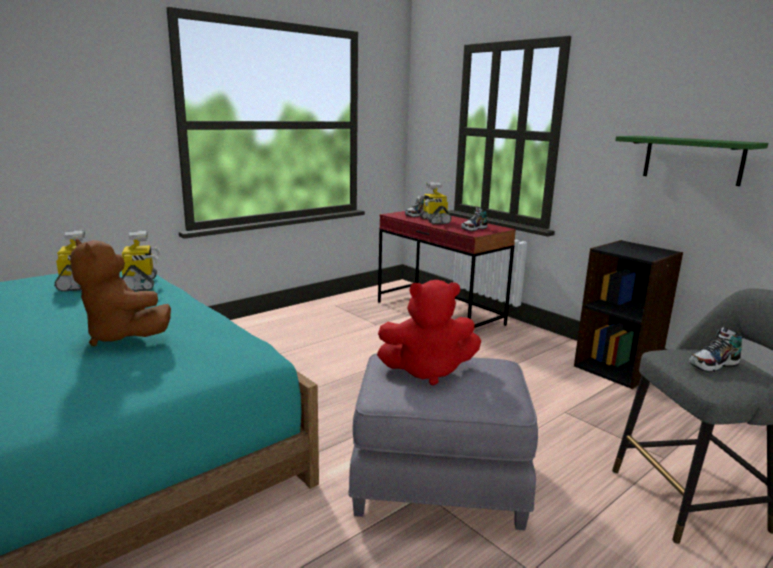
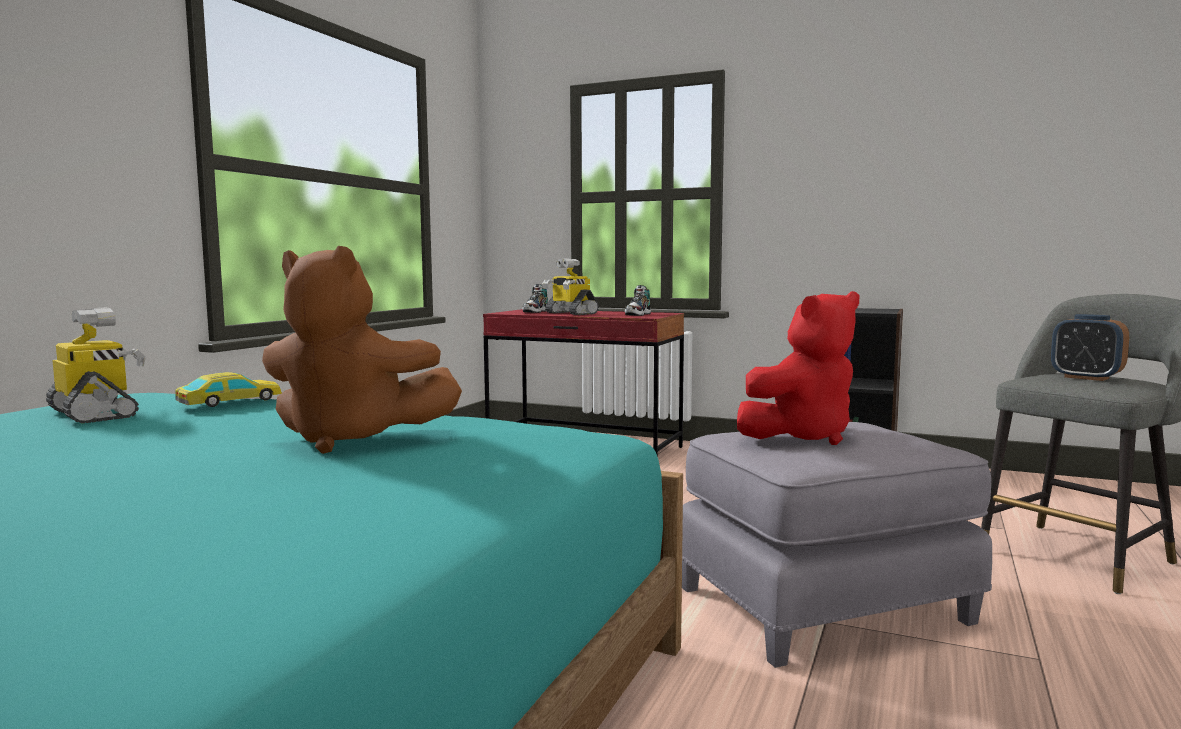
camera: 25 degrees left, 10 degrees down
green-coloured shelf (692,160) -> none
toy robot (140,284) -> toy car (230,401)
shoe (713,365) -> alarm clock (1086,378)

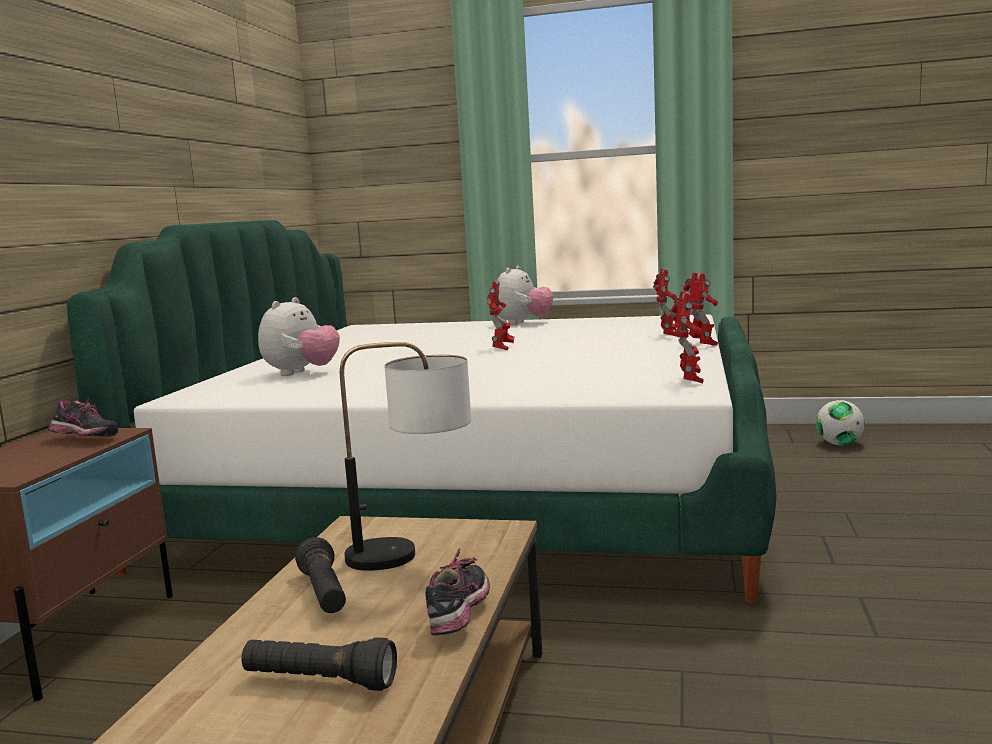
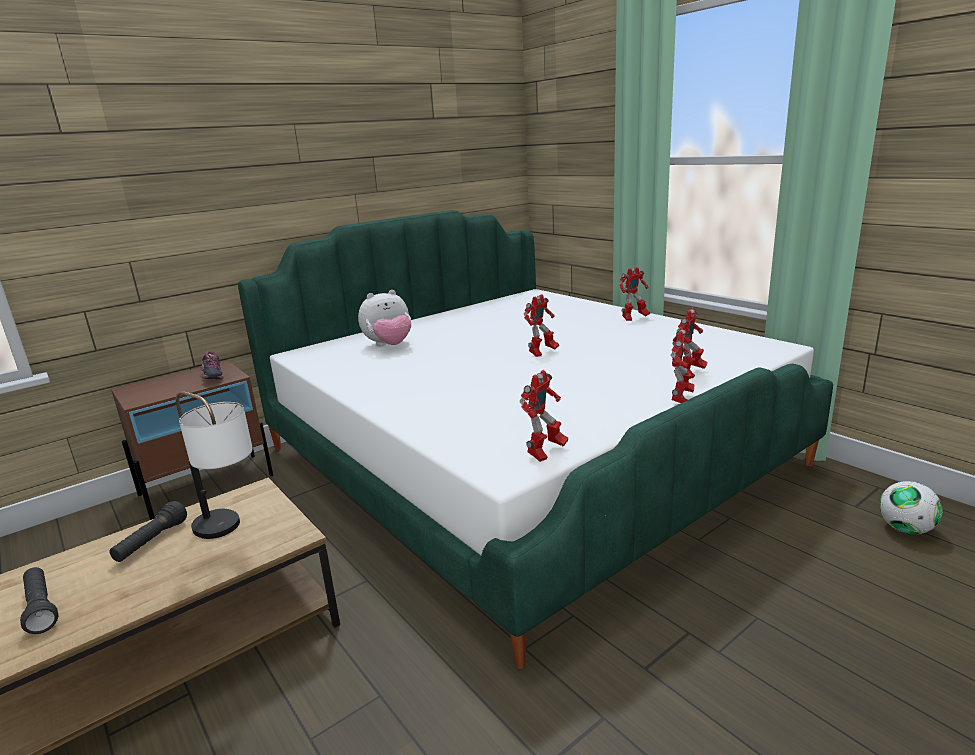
camera: 40 degrees right, 10 degrees up
plush toy (523,323) -> toy robot (634,318)
shoe (460,617) -> none

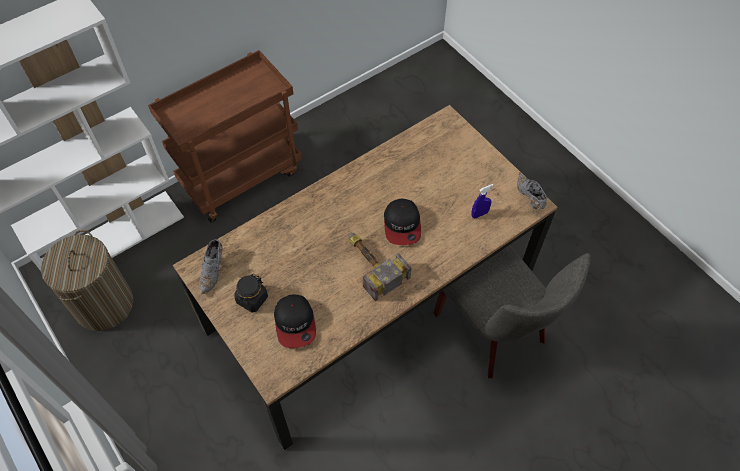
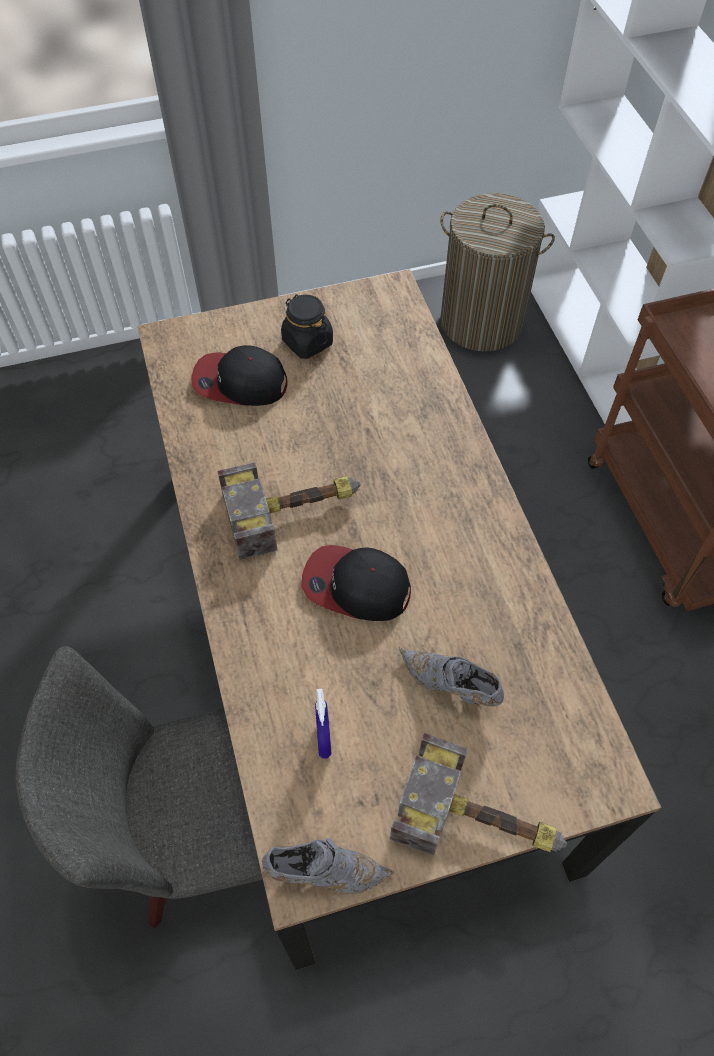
camera: 110 degrees right, 0 degrees up
grey shoe (213,271) -> grey shoe (451,686), relocated
none -> tool hammer (482,821)

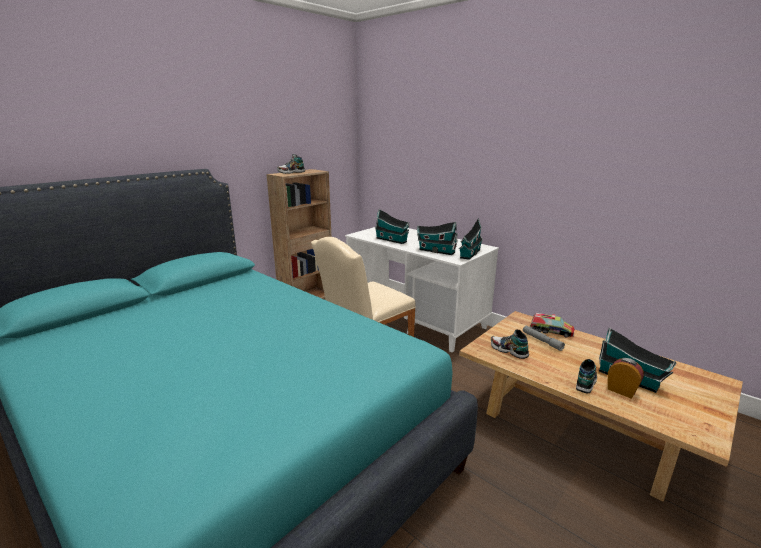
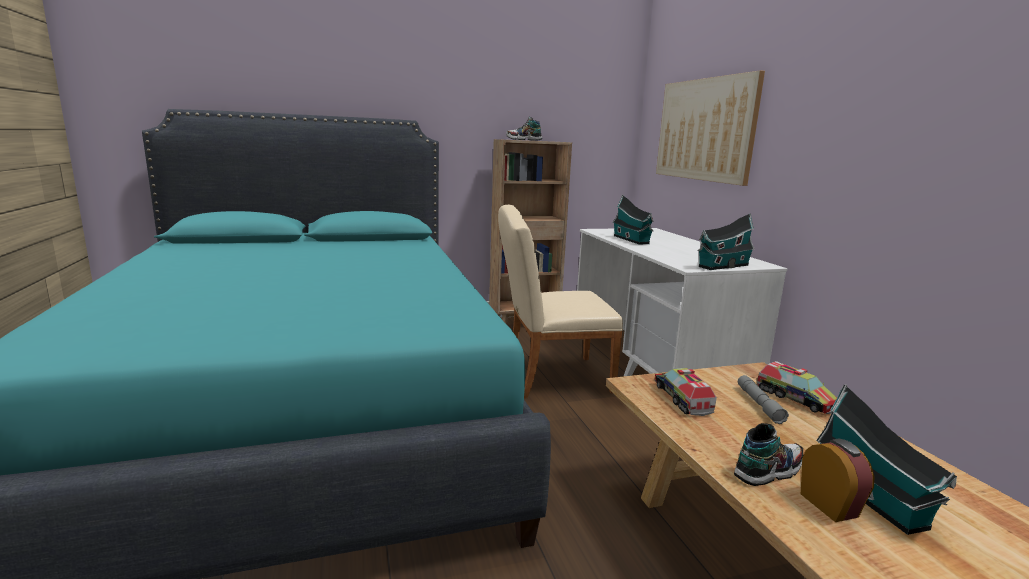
camera: 30 degrees right, 5 degrees down
model house (435,251) -> none
shoe (508,351) -> model truck (682,398)
none -> wall art (704,130)

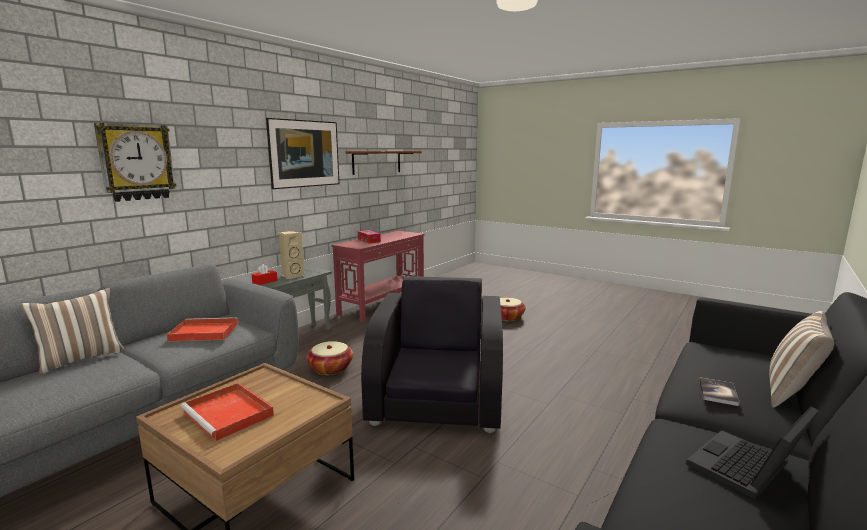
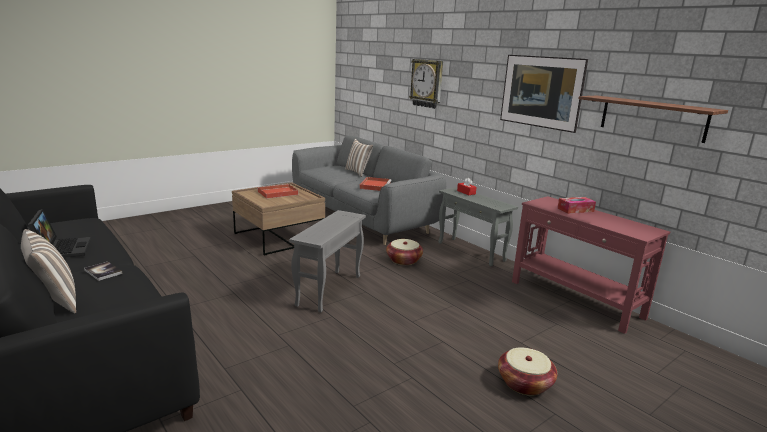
camera: 105 degrees right, 5 degrees up
sand-coloured audio speaker (292,276) -> none
black lounge chair (438,397) -> grey side table (329,290)

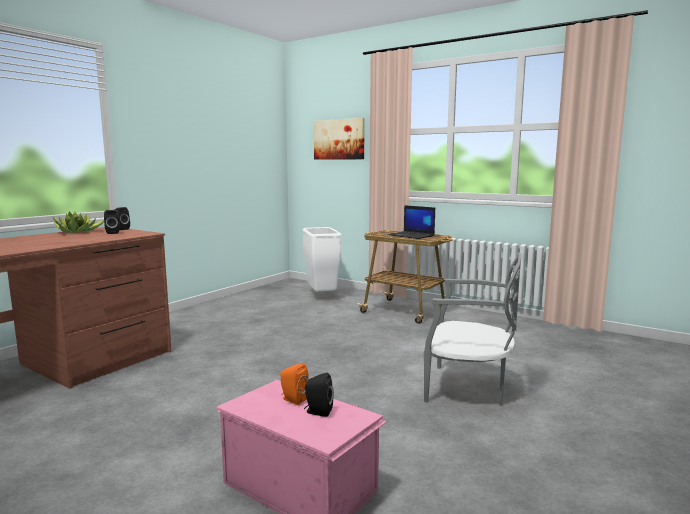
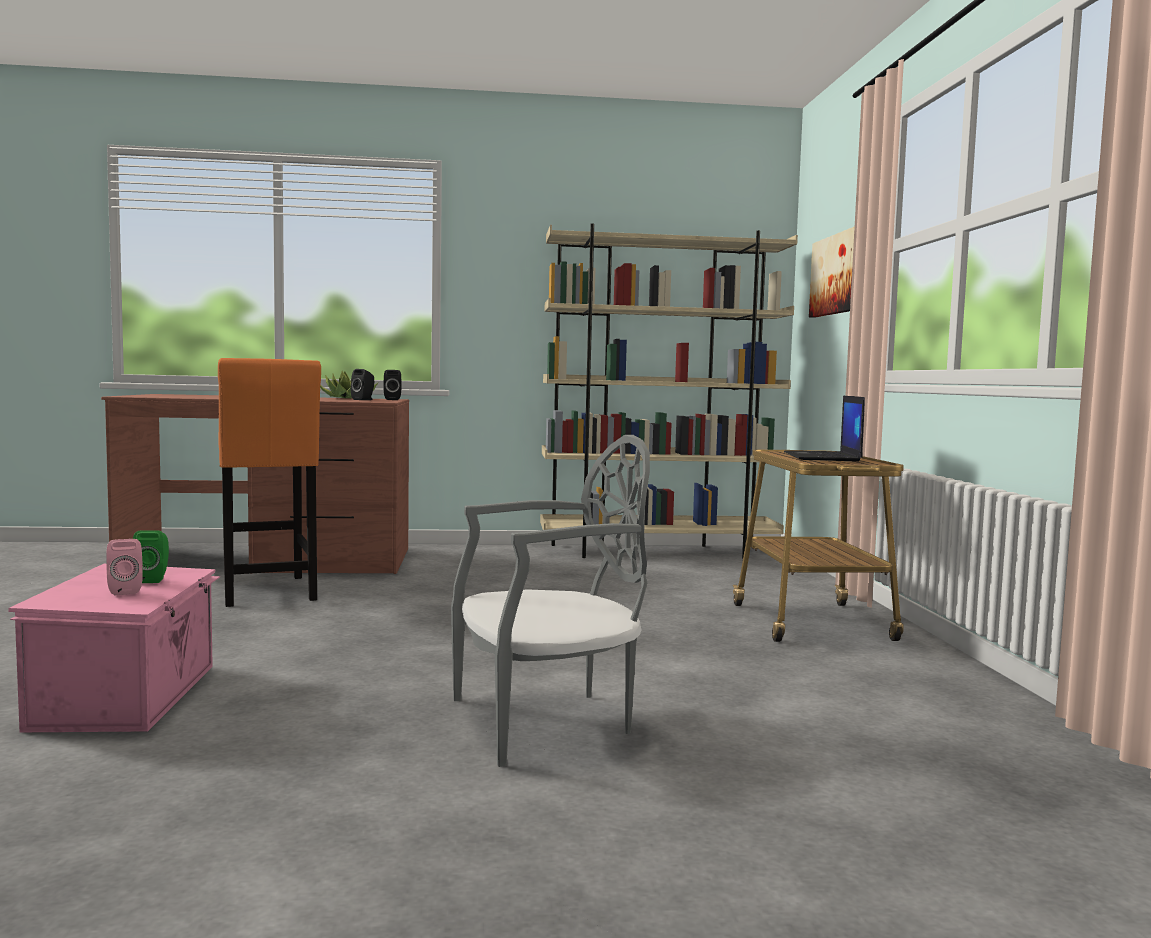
camera: 50 degrees right, 5 degrees down
white trash can (322,296) -> none
grey upright chair (467,388) -> grey upright chair (547,721), 90 degrees counterclockwise
orangey audio speaker (293,399) -> green-coloured audio speaker (153,579)
black audio speaker (317,412) -> pink-coloured audio speaker (125,591)
none -> sand-coloured bookcase (659,551)
none -> orangey stool (268,592)

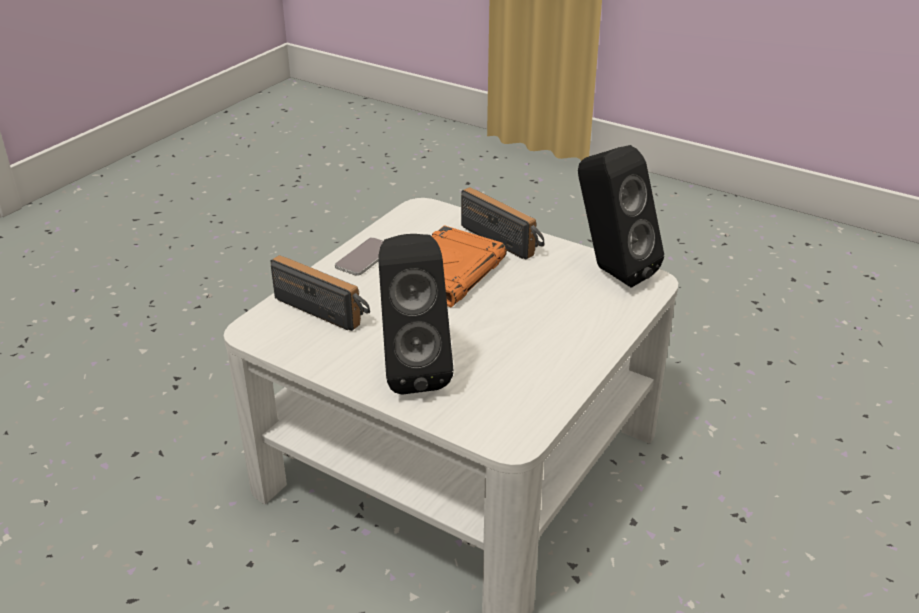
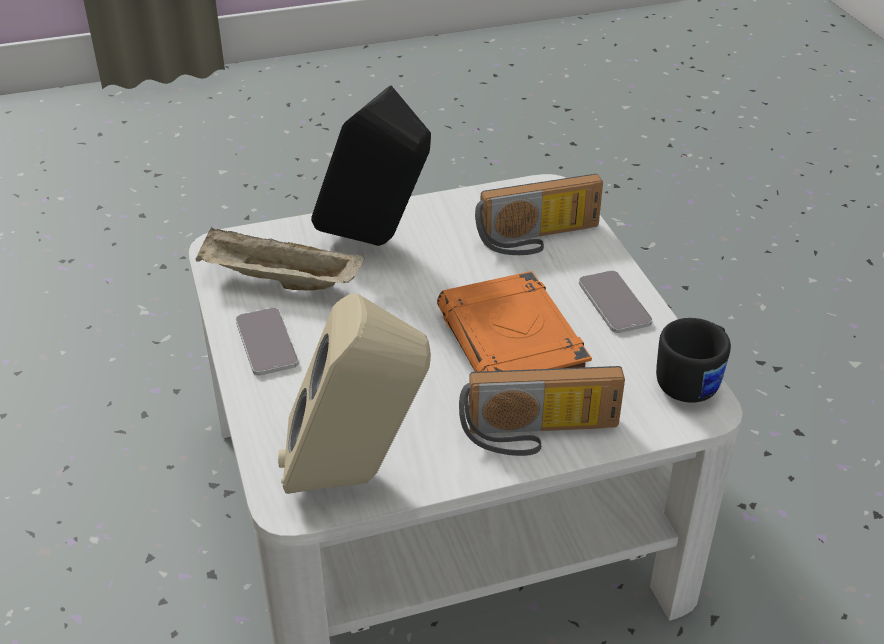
camera: 130 degrees right, 5 degrees up
black audio speaker (610,271) -> sand-coloured audio speaker (357,478)
none -> sand-coloured tray (278,282)
none -> handset (266,342)
none -> black mug (693,381)

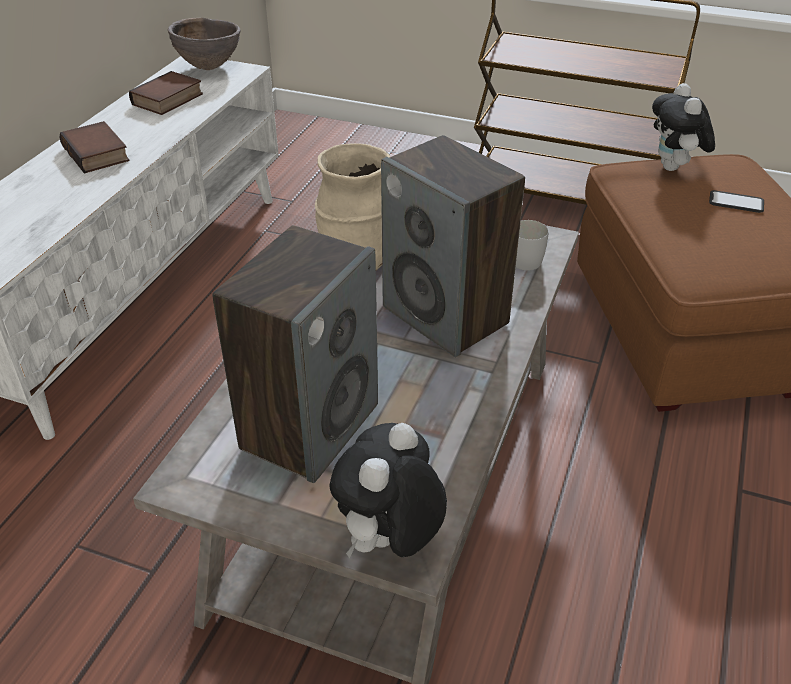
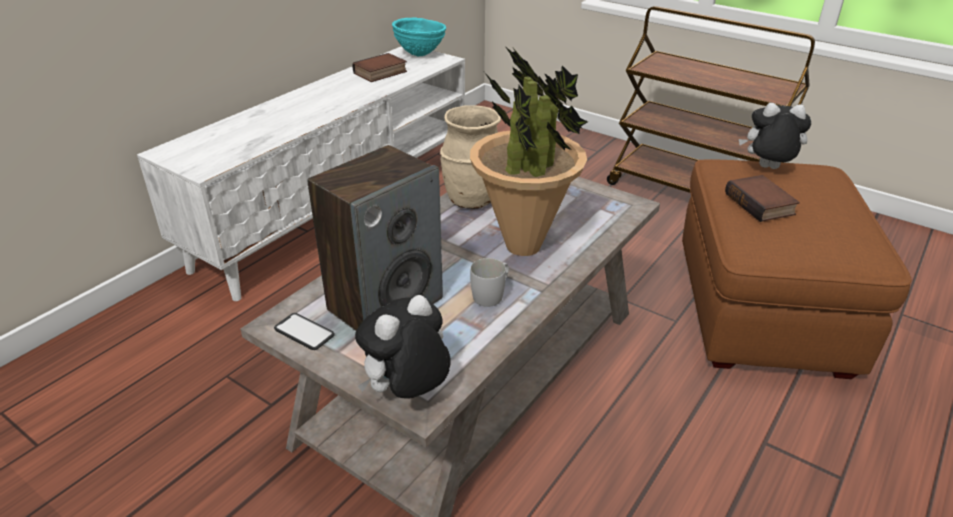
camera: 15 degrees right, 5 degrees down
brownish serving bowl (209,67) -> turquoise-coloured serving bowl (420,54)
plush toy (674,168) -> plush toy (767,168), 90 degrees clockwise
book (98,154) -> book (761,204), relocated
audio speaker (446,316) -> houseplant (524,246)
handset (736,202) -> handset (304,332), relocated
white mug (528,258) -> white mug (492,294), relocated

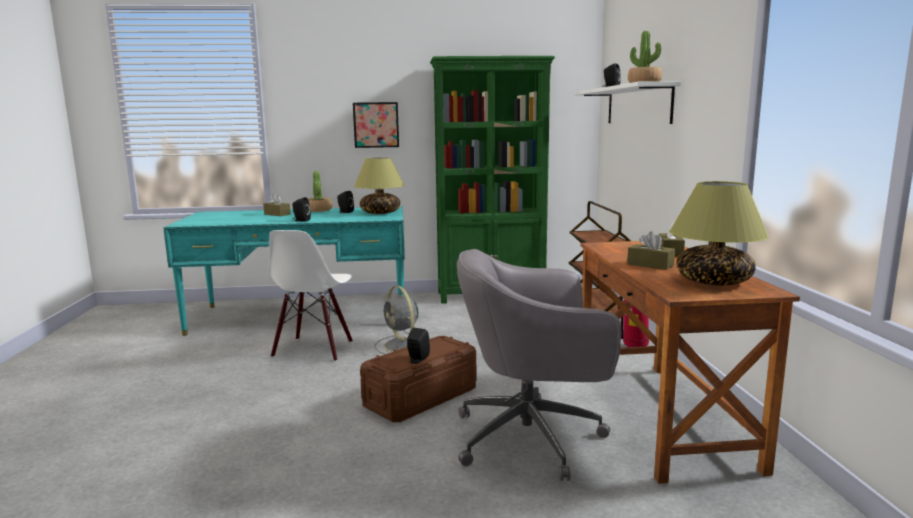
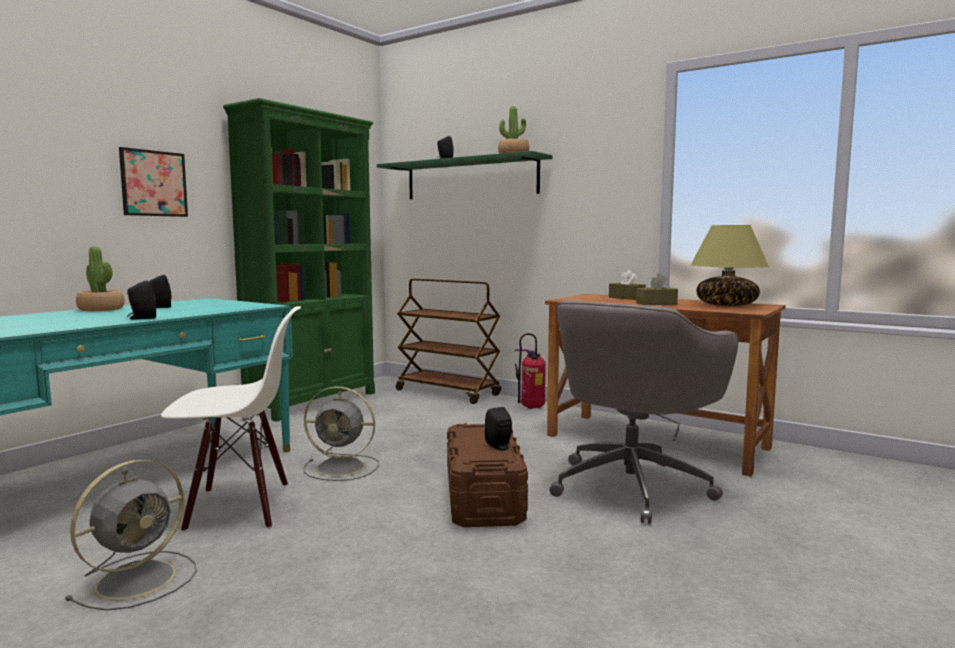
camera: 50 degrees left, 5 degrees down
white shelf (637,105) -> green-coloured shelf (470,179)
lamp for a table (380,213) -> none
brownish tissue box (277,214) -> none
white upright chair (314,349) -> white upright chair (239,507), 60 degrees counterclockwise
none -> grey electric fan (139,579)

